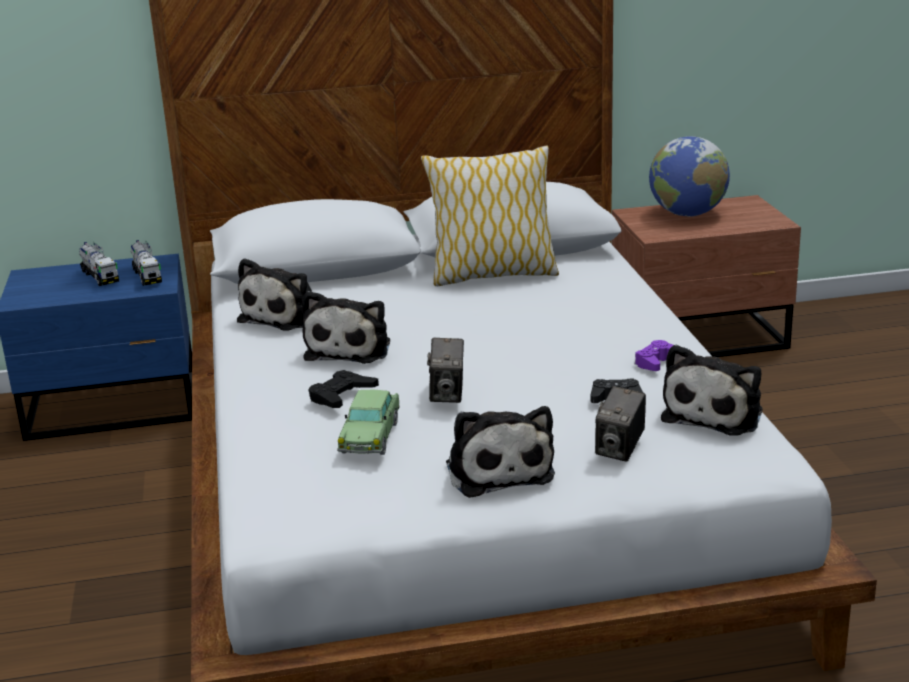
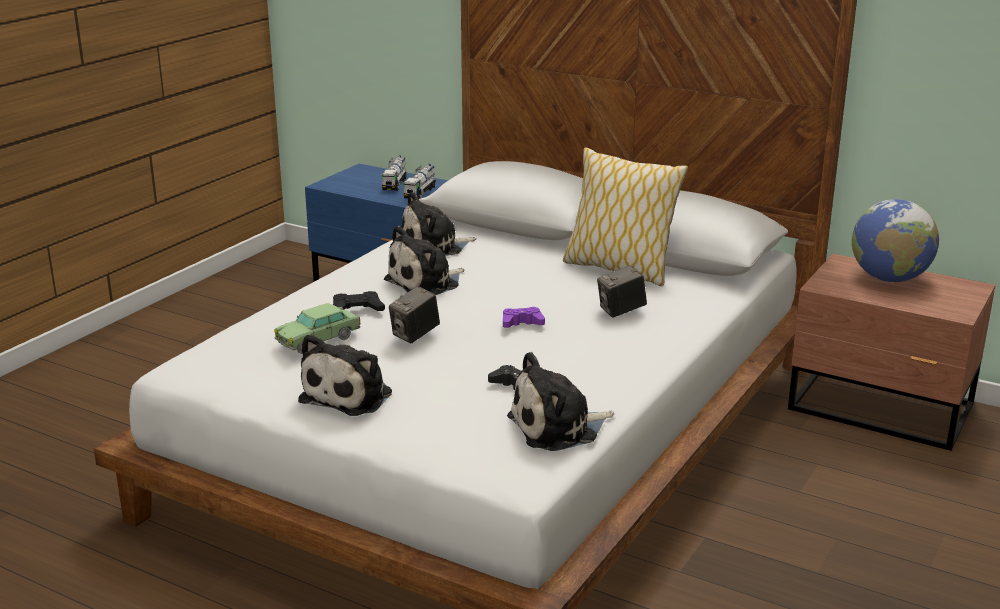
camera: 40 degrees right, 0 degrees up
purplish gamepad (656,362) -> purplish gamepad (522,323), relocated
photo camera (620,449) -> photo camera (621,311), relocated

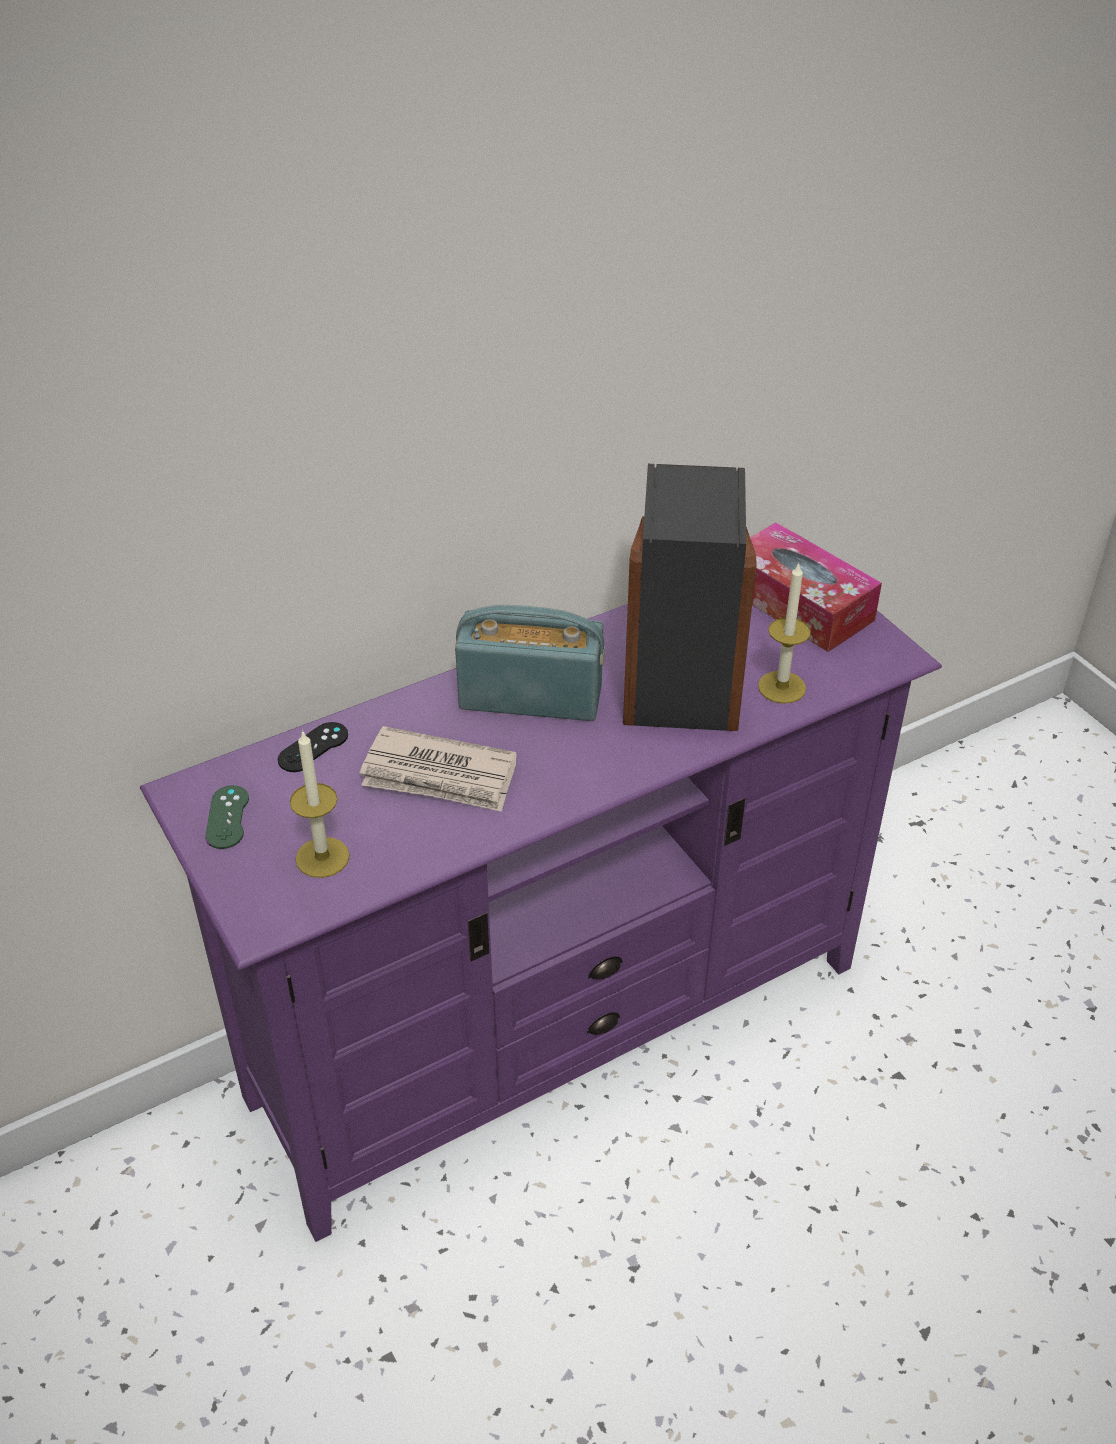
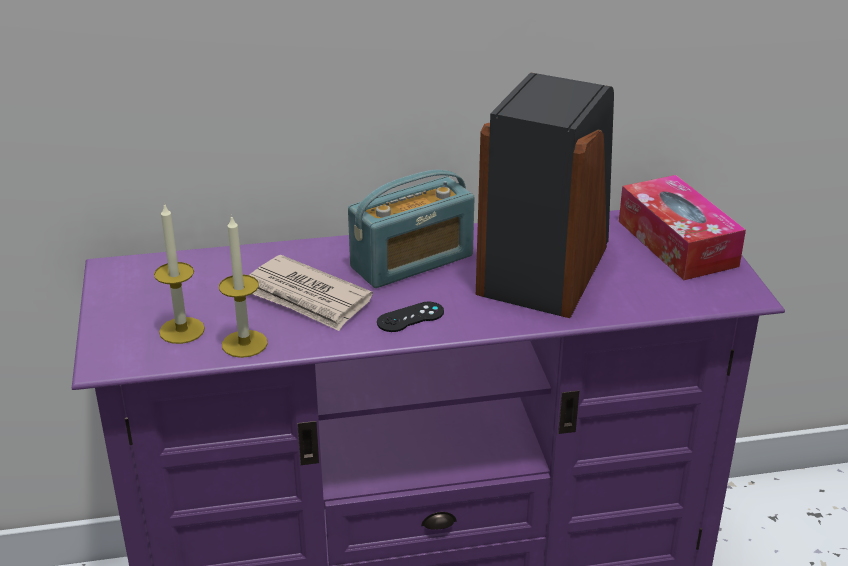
camera: 20 degrees right, 10 degrees down
wax candle (781,687) -> wax candle (244,344), relocated
radio receiver (530,696) -> radio receiver (412,262), 120 degrees clockwise
black gamepad (313,747) -> black gamepad (410,317), relocated
green-coloured gamepad (227,817) -> none

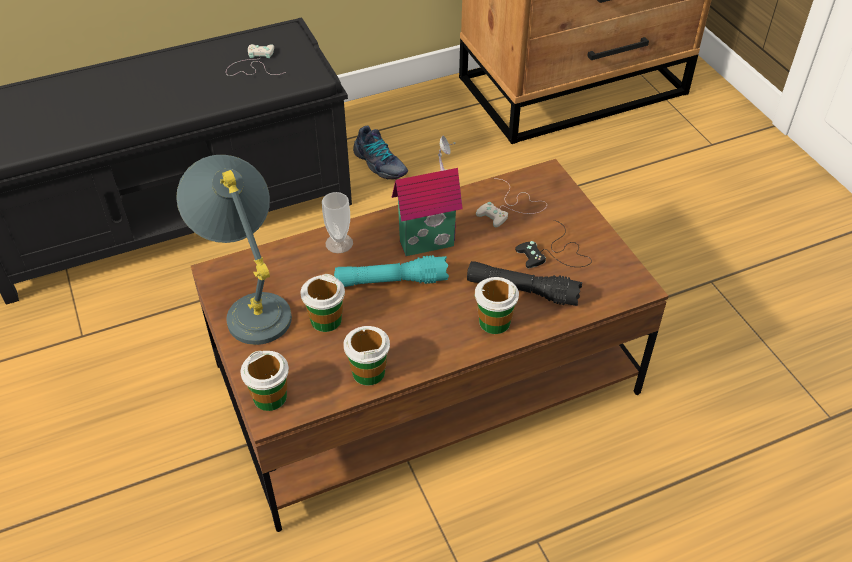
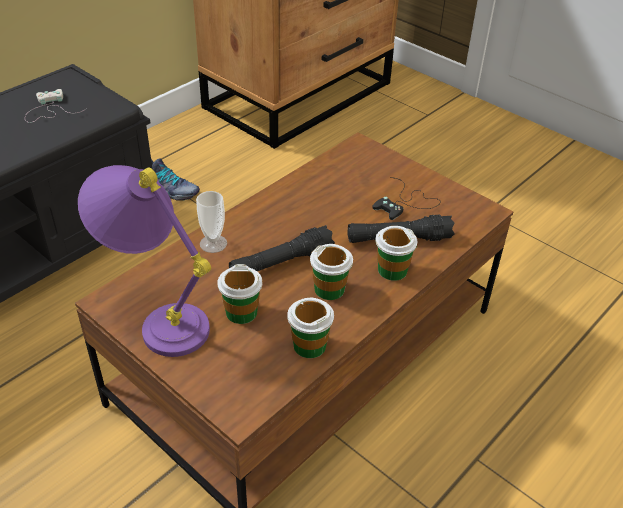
camera: 25 degrees left, 5 degrees down
model house (426,241) -> none
grey lamp for a table (251,303) -> purplish lamp for a table (159,319)
white gamepad (511,207) -> none
turquoise-coloured flashlight (391,281) -> black flashlight (281,262)
small cup (270,397) -> small cup (329,289), relocated

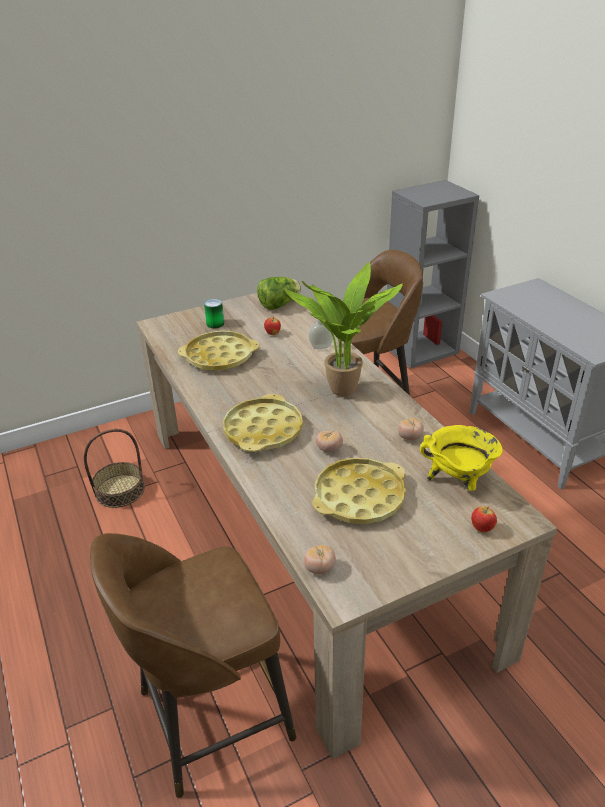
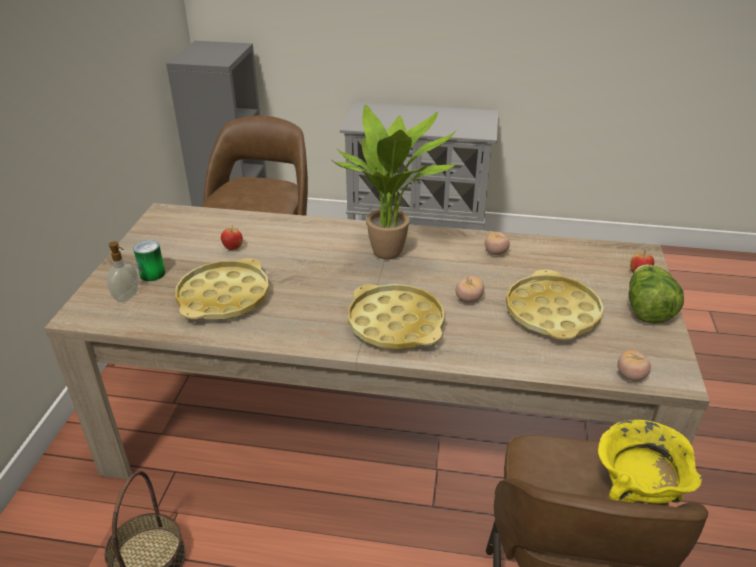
camera: 55 degrees left, 0 degrees up
head of lettuce (279,305) -> head of lettuce (646,310), relocated
liquid soap bottle (321,347) -> liquid soap bottle (128,296), relocated
yellowish saucepot (458,481) -> yellowish saucepot (634,498), relocated

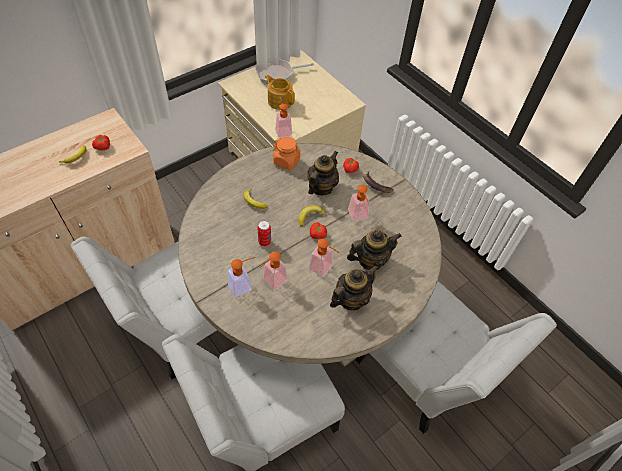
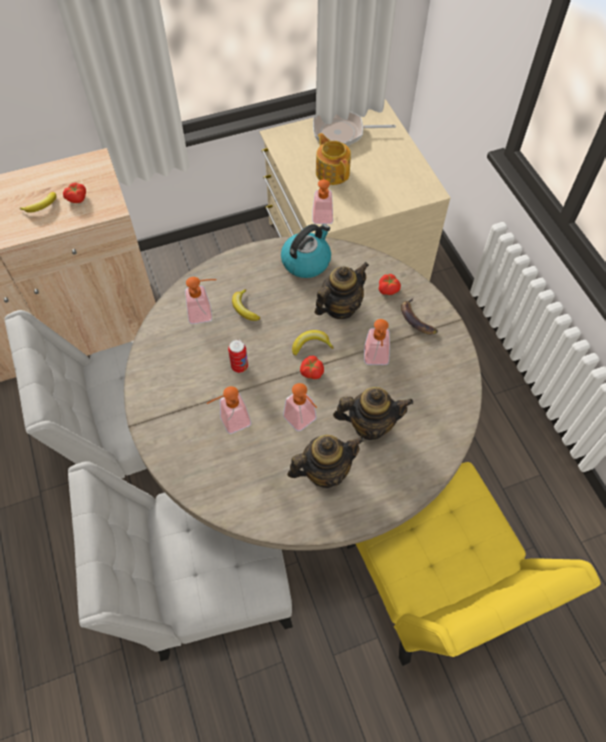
camera: 20 degrees right, 5 degrees up
orangey preserve jar (287,161) -> tea kettle (306,261)
liquid soap bottle (243,285) -> liquid soap bottle (205,313), relocated
white upright chair (425,374) -> yellowish upright chair (432,587)

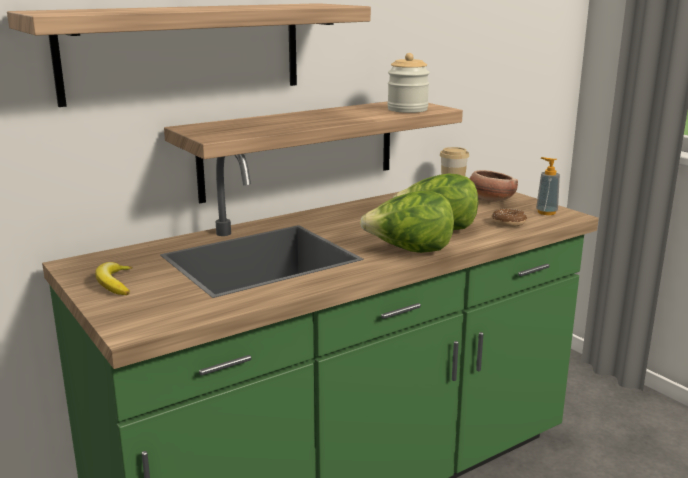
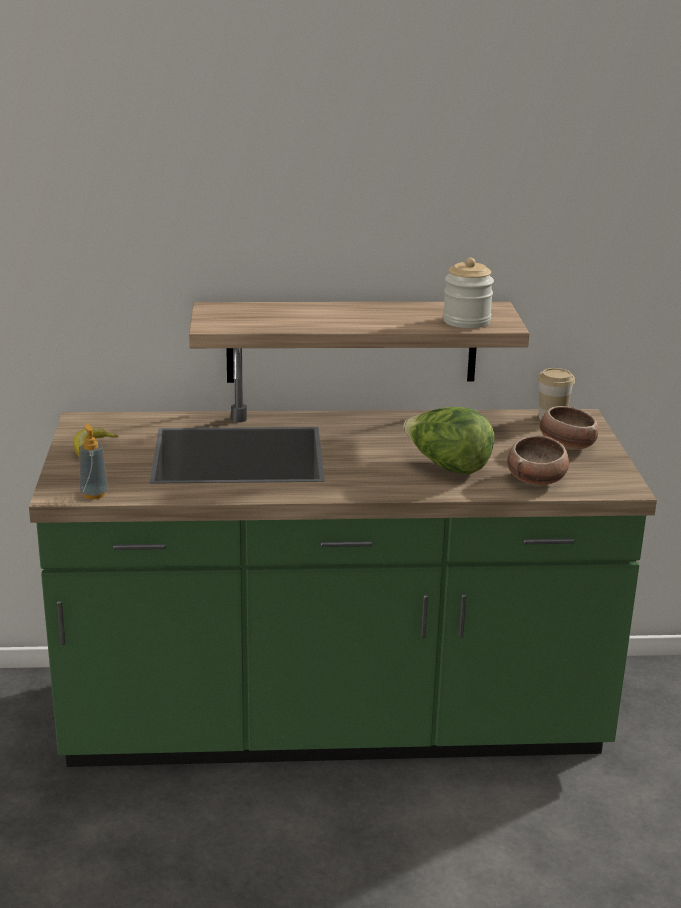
camera: 30 degrees right, 5 degrees up
shelf (184,51) -> none
liquid soap bottle (546,212) -> liquid soap bottle (94,494), relocated
head of lettuce (410,251) -> none
donut (508,223) -> serving bowl (537,479)

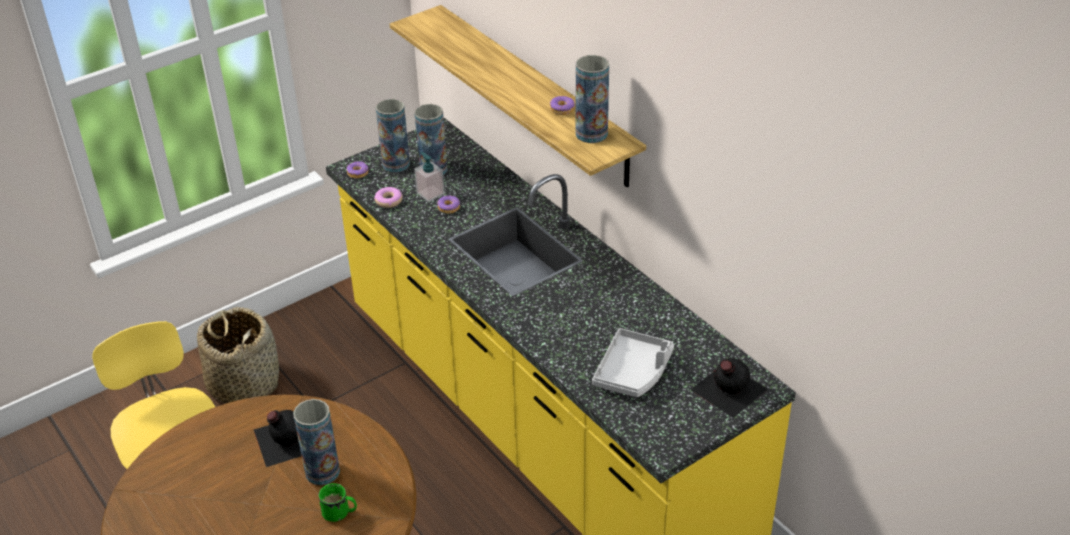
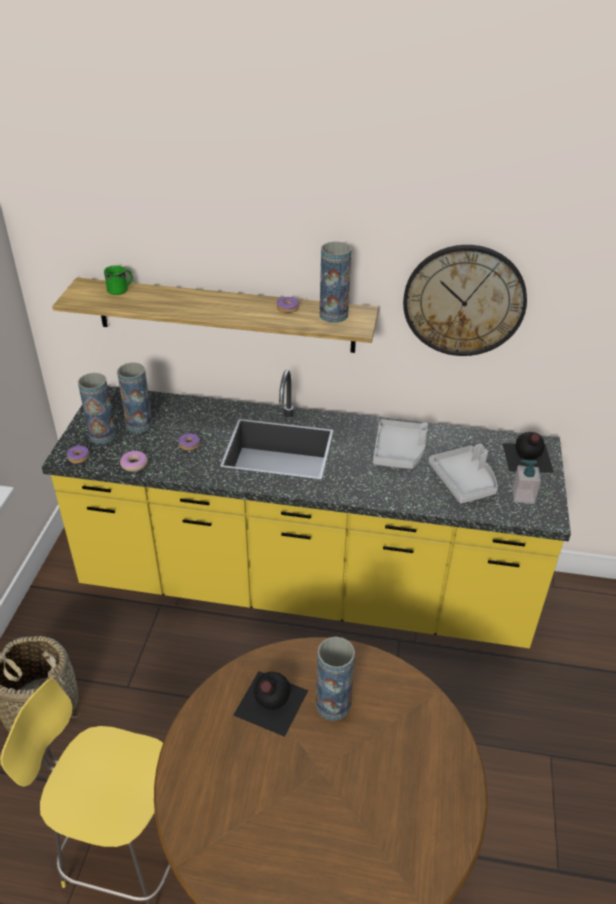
camera: 45 degrees left, 0 degrees up
liquid soap bottle (430,193) -> liquid soap bottle (523,496), relocated
green-coloured mug (340,513) -> green-coloured mug (121,290), relocated
none -> hanging clock (464,301)
none -> grey tray (399,451)

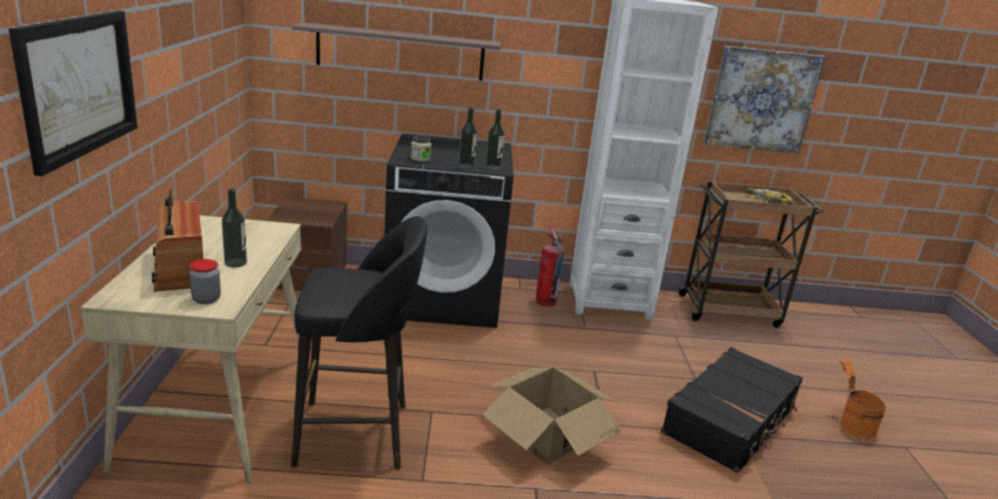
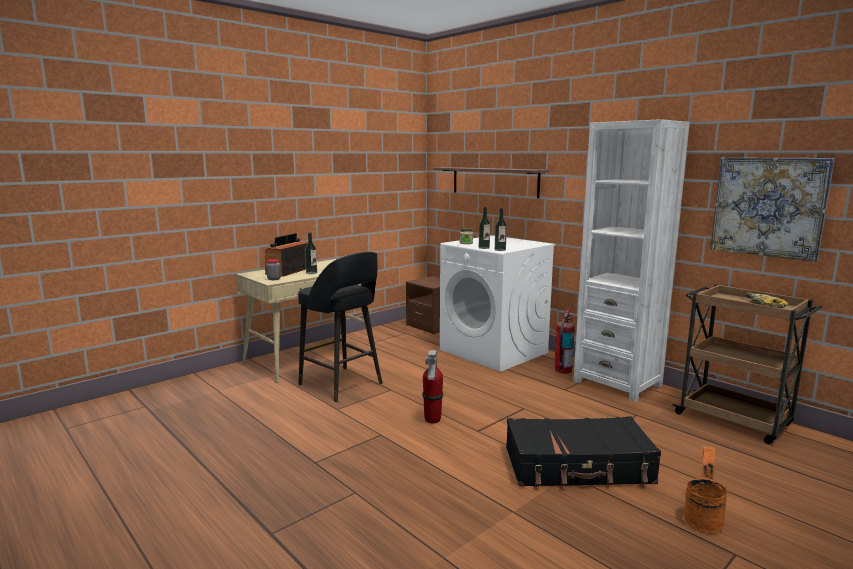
camera: 50 degrees right, 10 degrees down
wall art (79,86) -> none
black laundry machine (444,298) -> white laundry machine (494,351)
packing box (547,434) -> fire-fighting cylinder (432,420)

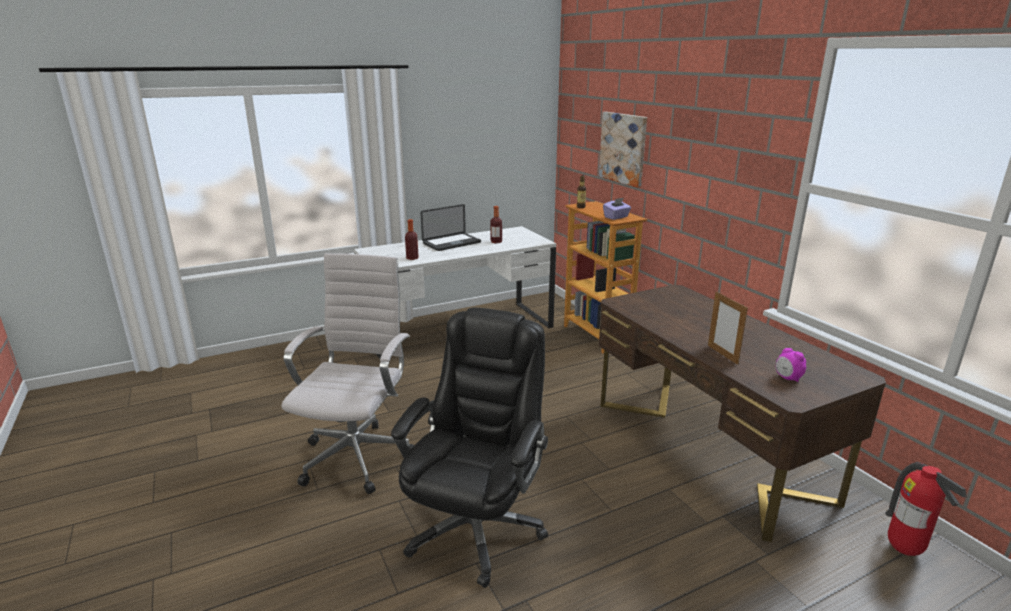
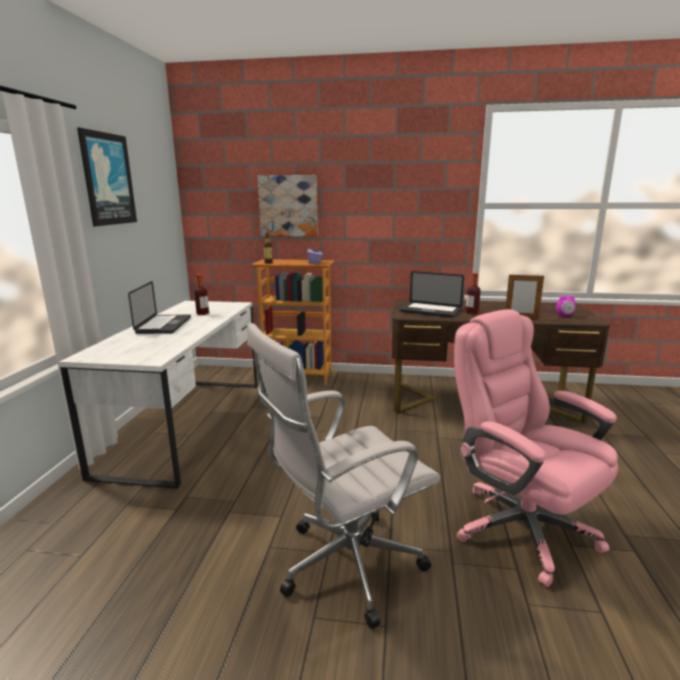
camera: 55 degrees left, 5 degrees down
drink bottle (412,258) -> drink bottle (471,313), relocated
white desk chair (358,455) -> white desk chair (344,567), 75 degrees counterclockwise
black desk chair (476,527) -> pink-coloured desk chair (520,527)
fire-fighting cylinder (904,550) -> none
none -> wall art (107,179)
none -> portable computer (430,311)

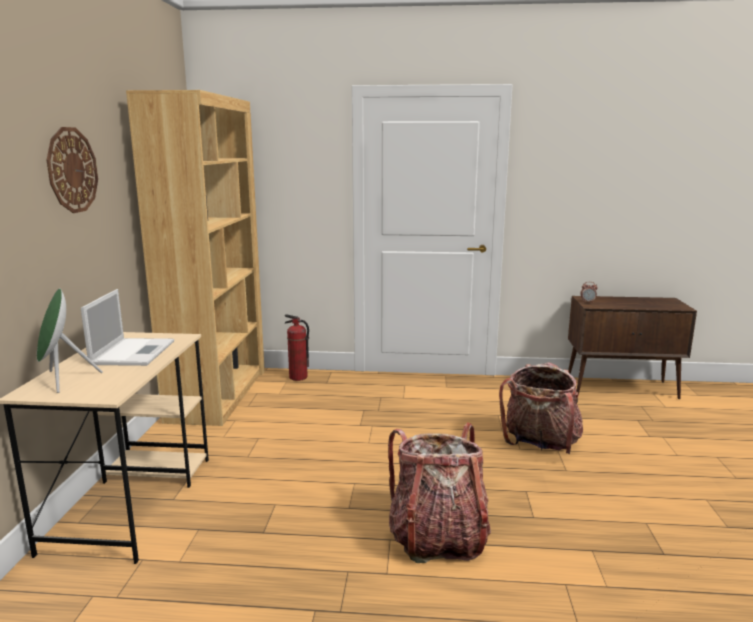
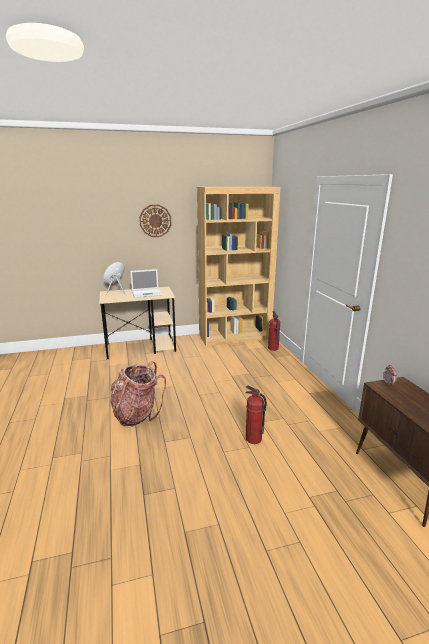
camera: 70 degrees right, 5 degrees up
backpack (540,444) -> fire-fighting cylinder (253,439)

